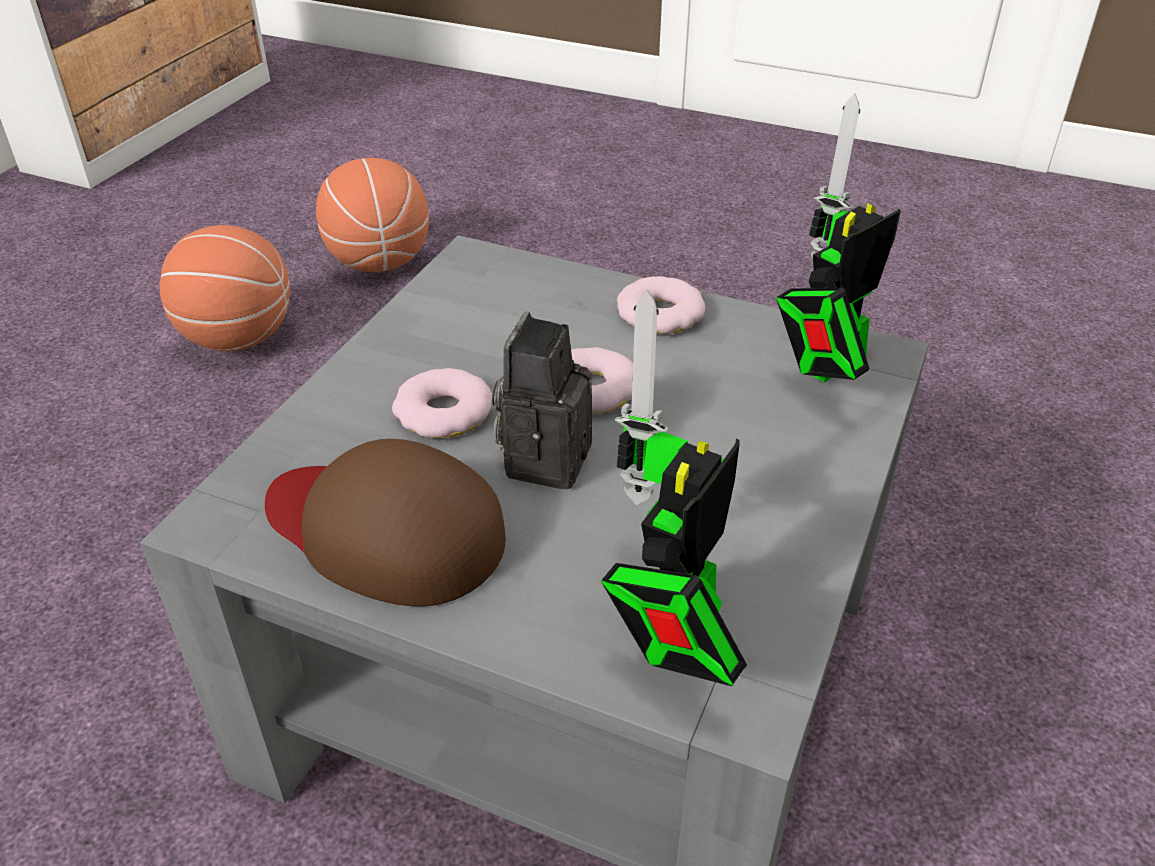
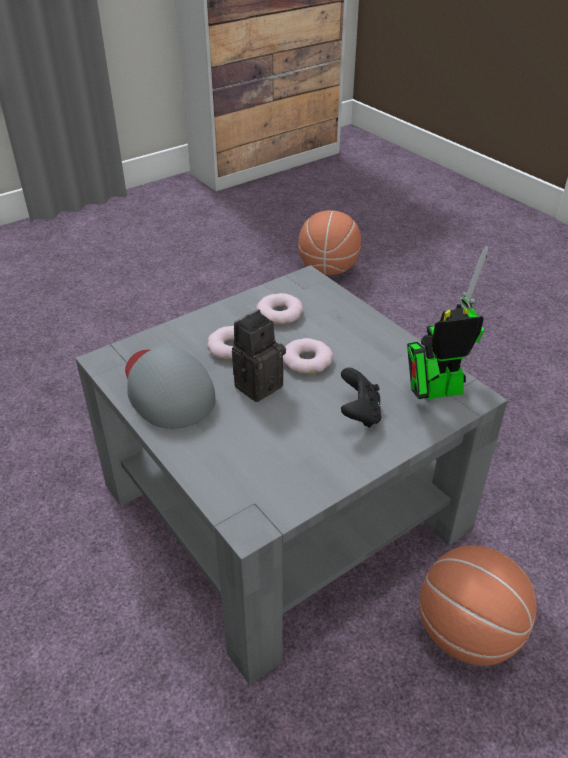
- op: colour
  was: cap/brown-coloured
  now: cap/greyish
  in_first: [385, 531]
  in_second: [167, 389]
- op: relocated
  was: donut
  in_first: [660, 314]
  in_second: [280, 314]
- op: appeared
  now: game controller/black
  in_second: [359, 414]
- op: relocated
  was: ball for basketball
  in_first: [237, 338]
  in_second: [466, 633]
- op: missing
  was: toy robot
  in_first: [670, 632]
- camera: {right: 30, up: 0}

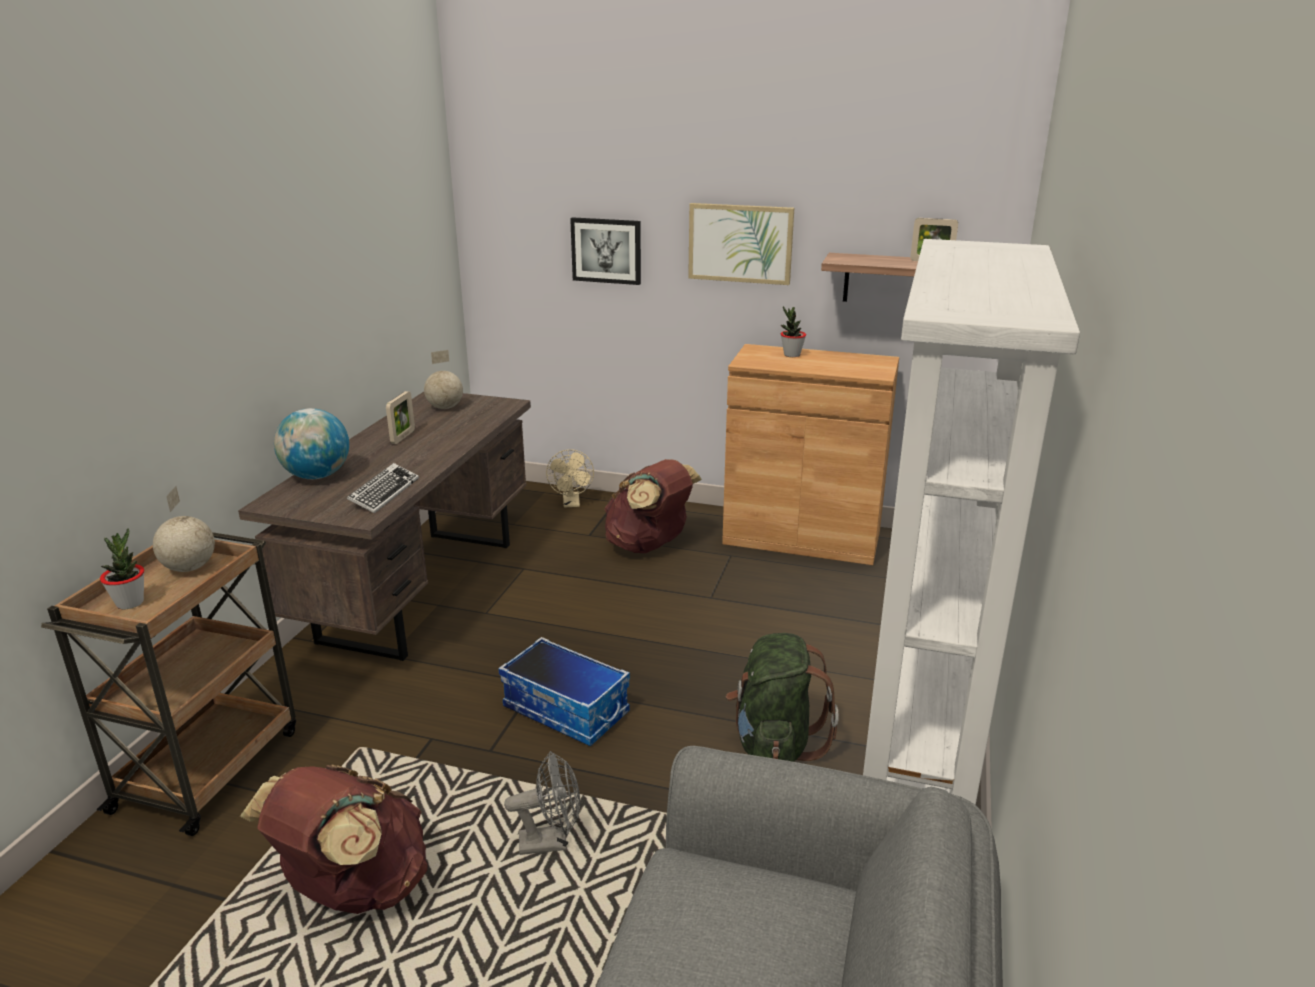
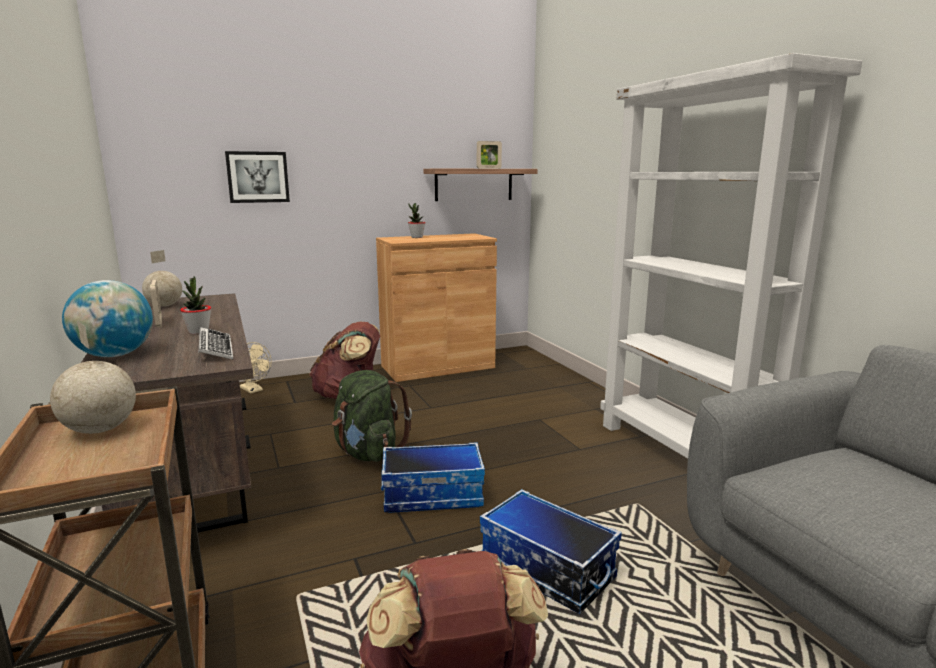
- op: relocated
  was: houseplant
  in_first: [130, 603]
  in_second: [198, 332]
- op: relocated
  was: rucksack/green-coloured
  in_first: [774, 744]
  in_second: [368, 453]
- op: exchanged
  was: cooling fan/greyish
  now: storage box
  in_first: [551, 842]
  in_second: [545, 570]
- op: missing
  was: wall picture
  in_first: [740, 243]
- camera: {right: -40, up: -10}

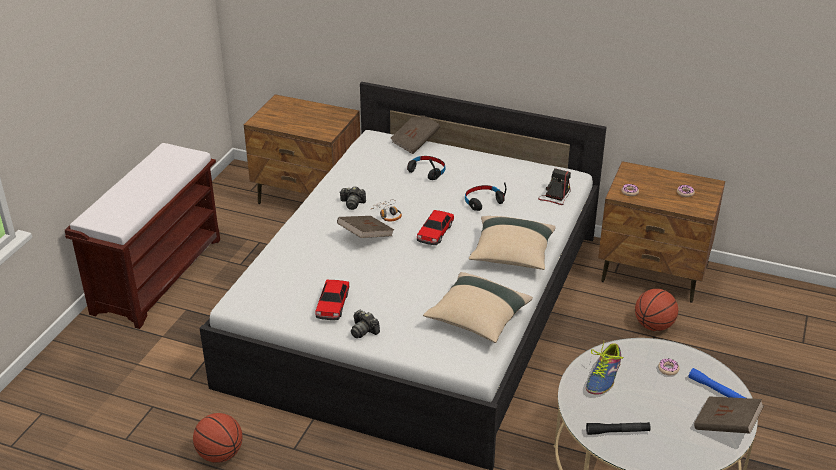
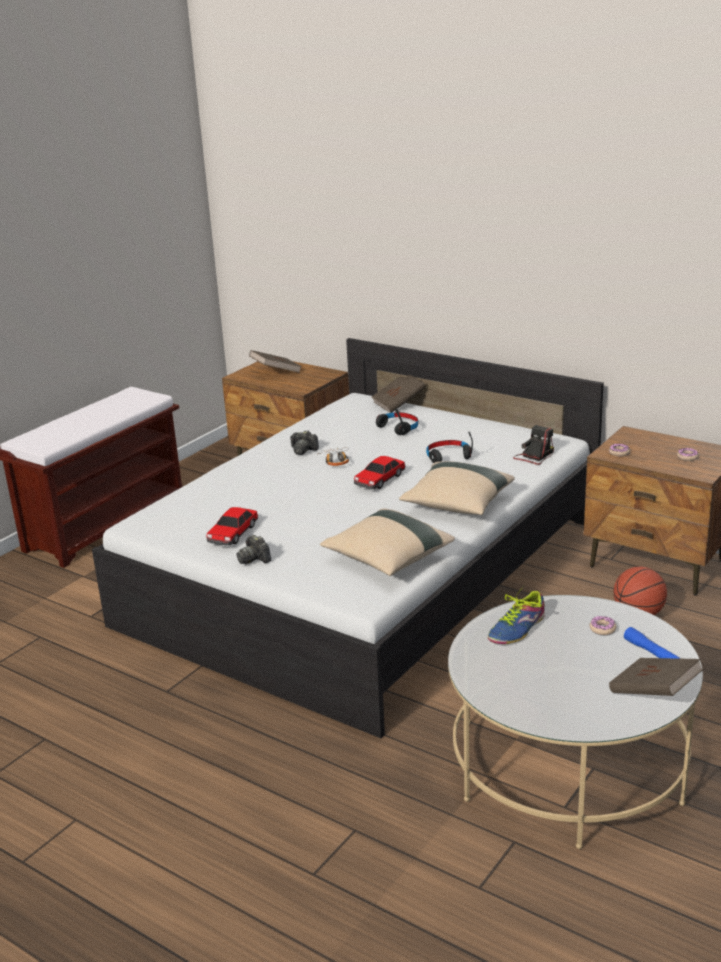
- op: relocated
  was: bound book/brown-coloured
  in_first: [365, 236]
  in_second: [276, 372]
- op: missing
  was: ball for basketball
  in_first: [220, 454]
- op: missing
  was: torch/black
  in_first: [617, 432]
- camera: {right: 15, up: -10}

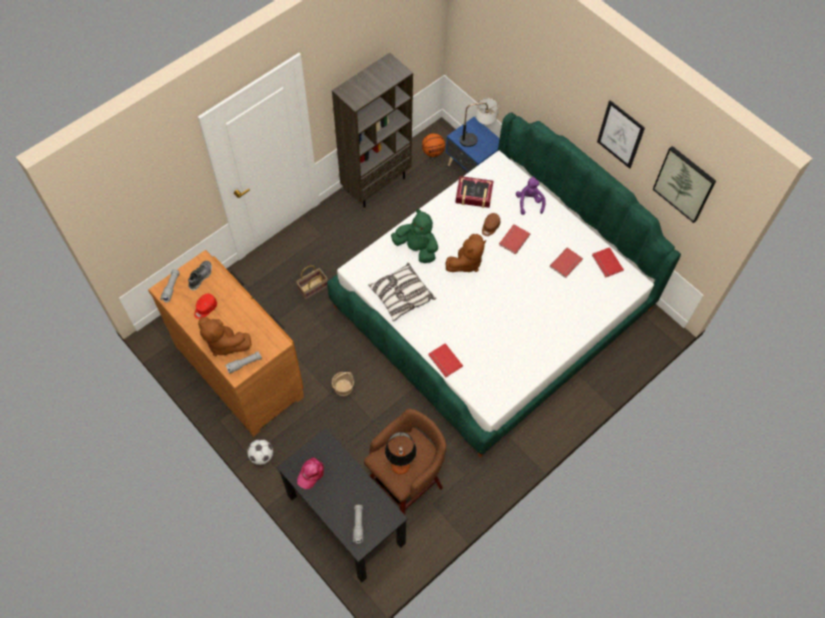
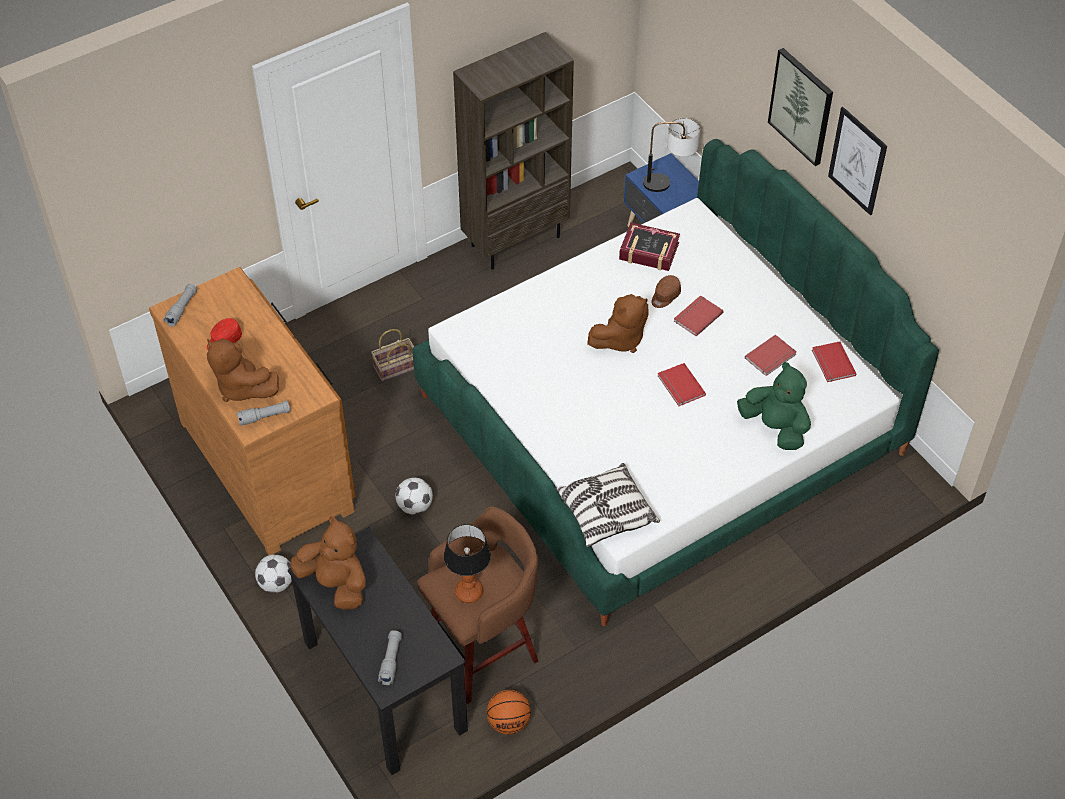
- op: exchanged
  was: cap/pinkish
  now: plush toy/brown-coloured
  in_first: [311, 473]
  in_second: [335, 584]
- op: exchanged
  was: basket
  now: football ball
  in_first: [343, 387]
  in_second: [415, 506]
- op: relocated
  was: ball for basketball
  in_first: [433, 152]
  in_second: [508, 722]
- op: relocated
  was: cushion
  in_first: [401, 296]
  in_second: [606, 513]
- op: relocated
  was: bound book/reddish
  in_first: [444, 361]
  in_second: [680, 386]
- op: relocated
  was: plush toy/green-coloured
  in_first: [417, 248]
  in_second: [775, 427]
- op: relocated
  was: wall picture
  in_first: [684, 184]
  in_second: [802, 106]
- op: missing
  was: shoe
  in_first: [200, 277]
- op: missing
  was: plush toy/purple-coloured
  in_first: [529, 202]
- camera: {right: 10, up: -10}

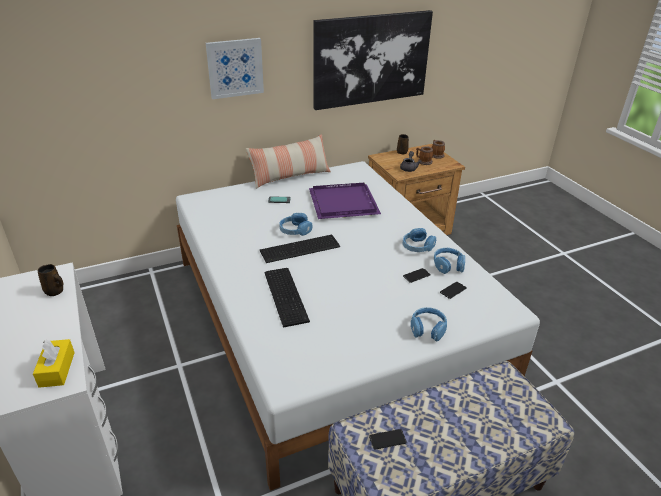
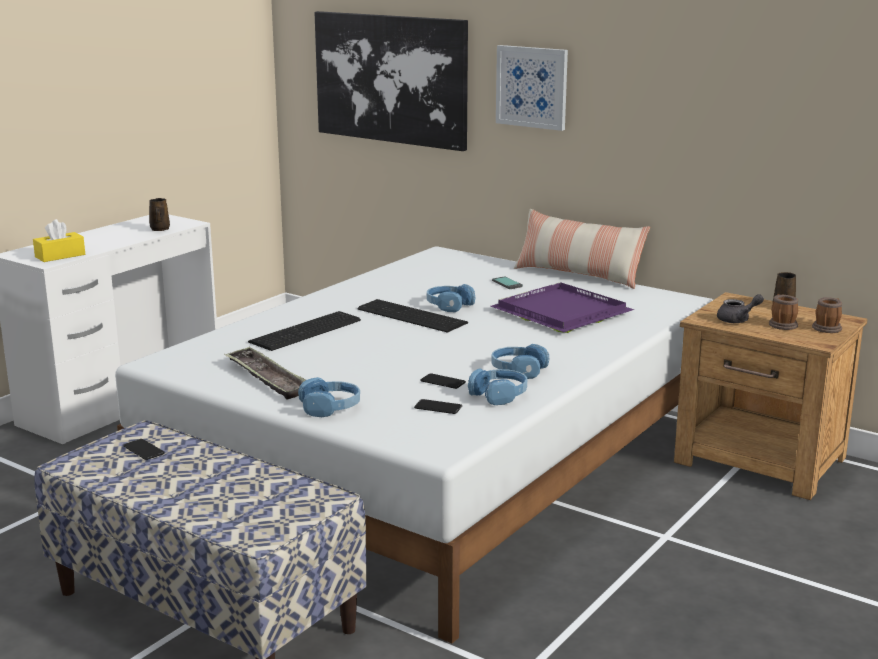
- op: appeared
  now: carrying tray
  in_second: [267, 378]
- op: relocated
  was: wall picture
  in_first: [371, 59]
  in_second: [391, 79]
- camera: {right: 60, up: -15}

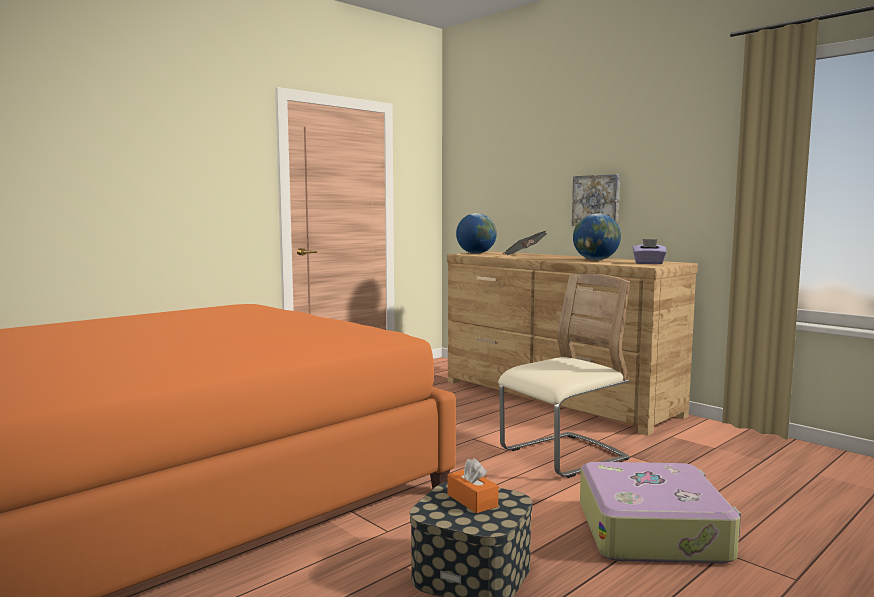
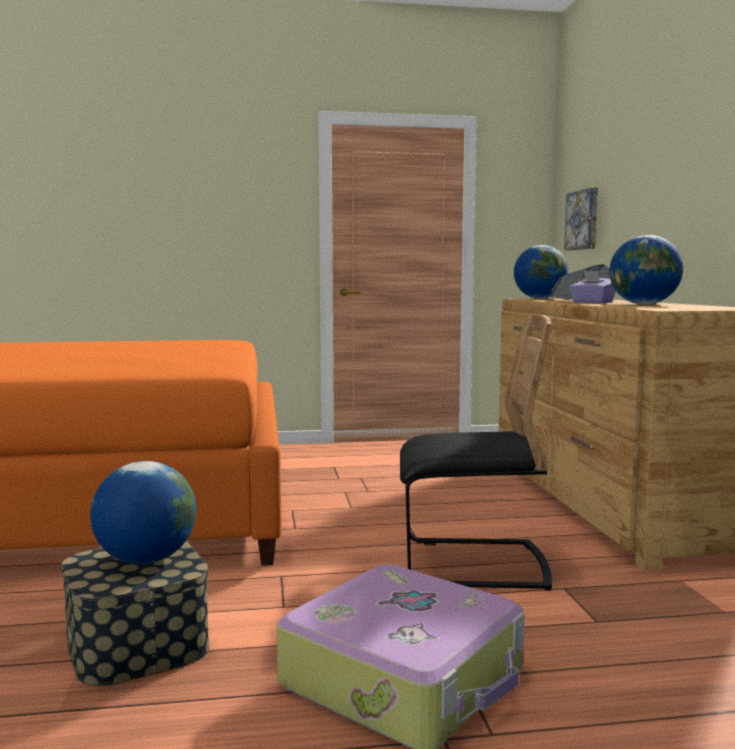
- op: exchanged
  was: tissue box/orangey
  now: desk globe
  in_first: [472, 500]
  in_second: [146, 560]
- op: colour
  was: chair/beige-coloured
  now: chair/black
  in_first: [563, 456]
  in_second: [472, 565]
- op: relocated
  was: wall picture
  in_first: [596, 201]
  in_second: [583, 220]
- op: relocated
  was: tissue box/purple-coloured
  in_first: [648, 263]
  in_second: [592, 302]
- camera: {right: 35, up: 0}

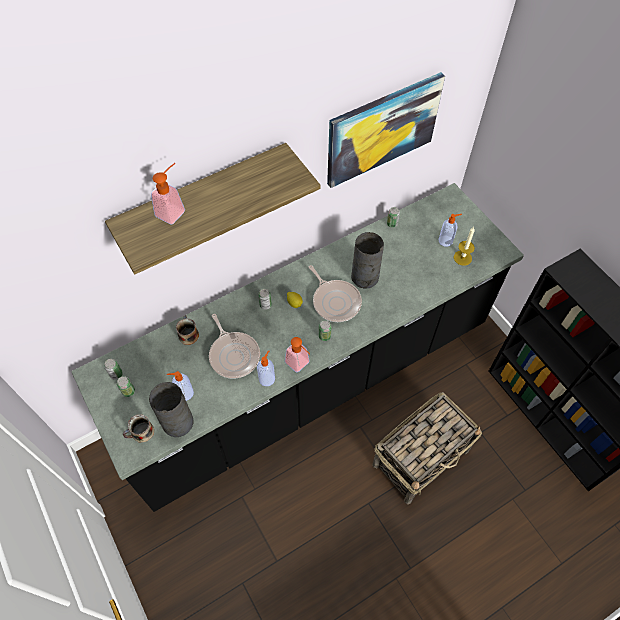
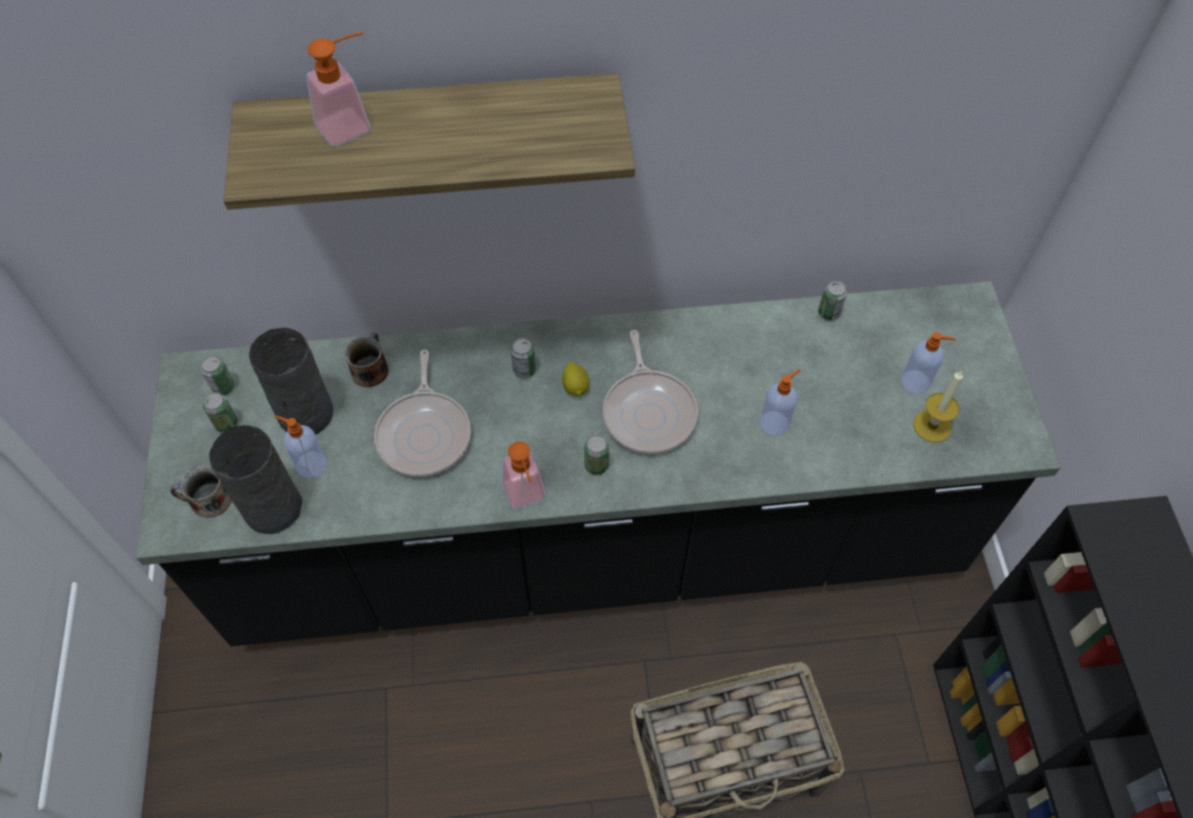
- op: relocated
  was: vase/greyish
  in_first: [364, 278]
  in_second: [304, 415]
- op: relocated
  was: soap bottle
  in_first: [267, 378]
  in_second: [775, 423]
- op: missing
  was: wall picture
  in_first: [382, 129]
- camera: {right: 25, up: 0}

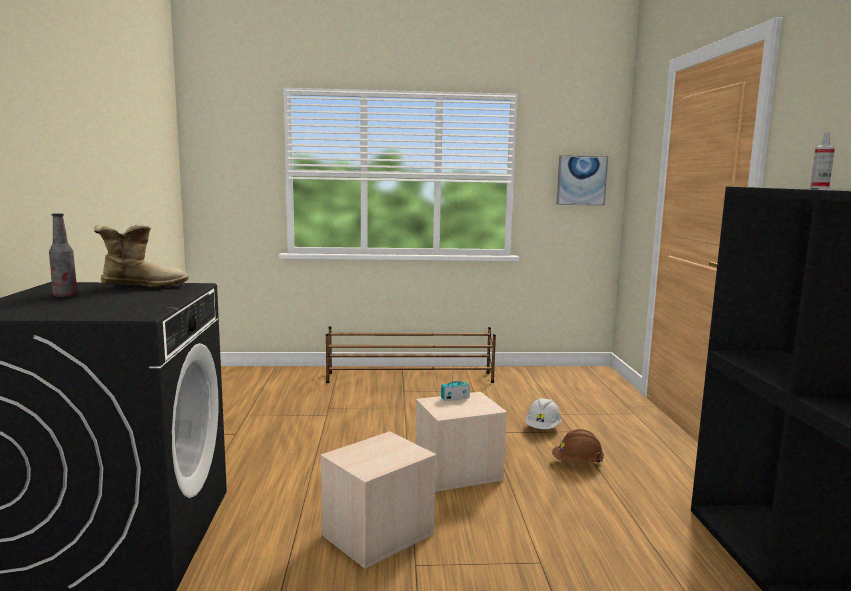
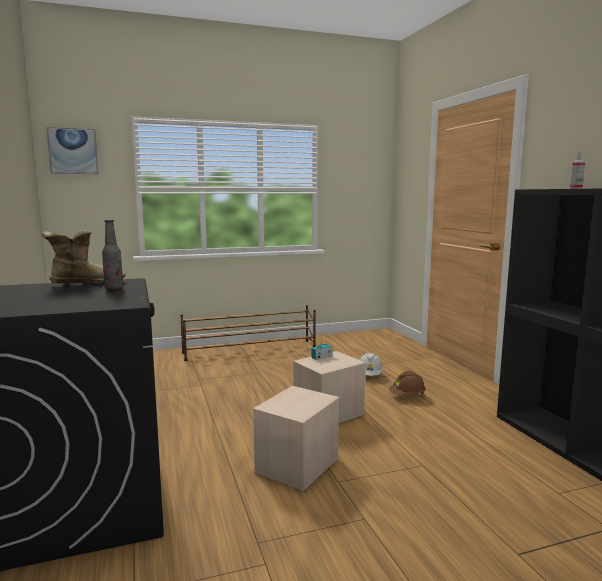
- op: relocated
  was: wall picture
  in_first: [581, 180]
  in_second: [73, 151]
- op: relocated
  was: drink bottle
  in_first: [65, 296]
  in_second: [114, 288]
- camera: {right: -15, up: 0}

